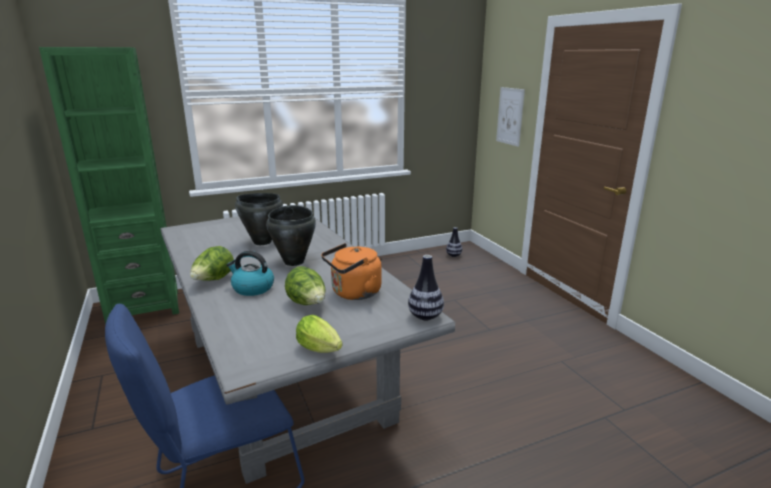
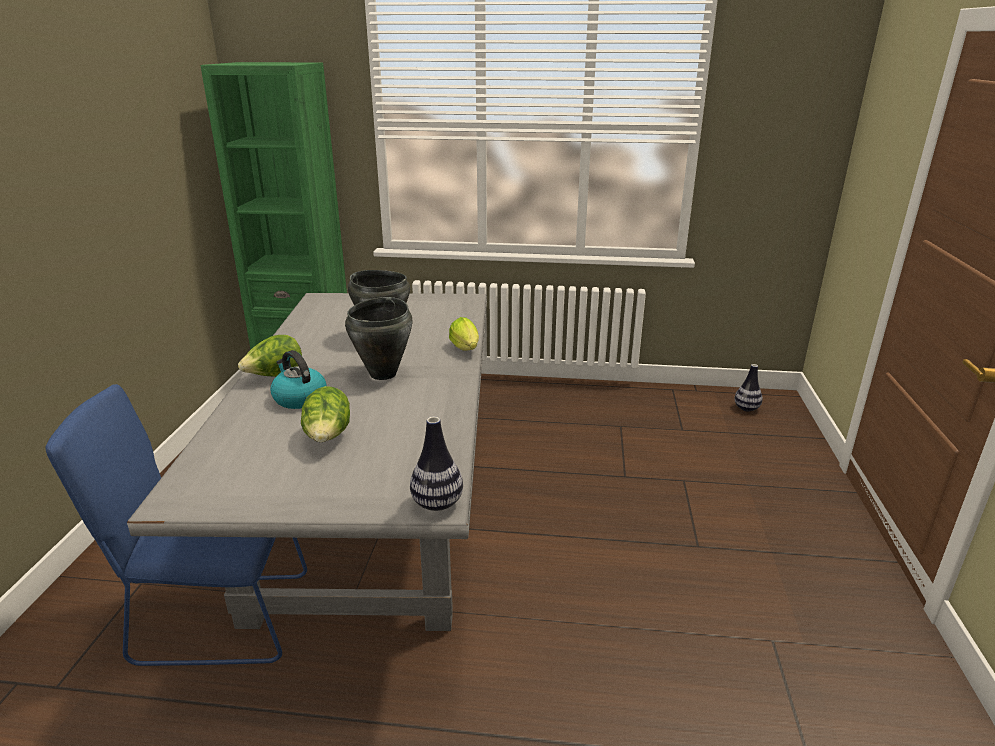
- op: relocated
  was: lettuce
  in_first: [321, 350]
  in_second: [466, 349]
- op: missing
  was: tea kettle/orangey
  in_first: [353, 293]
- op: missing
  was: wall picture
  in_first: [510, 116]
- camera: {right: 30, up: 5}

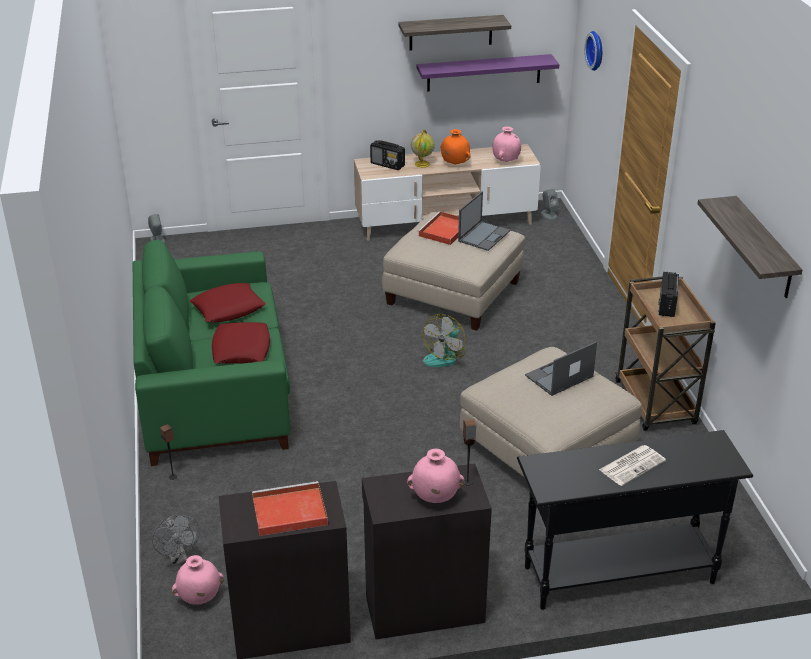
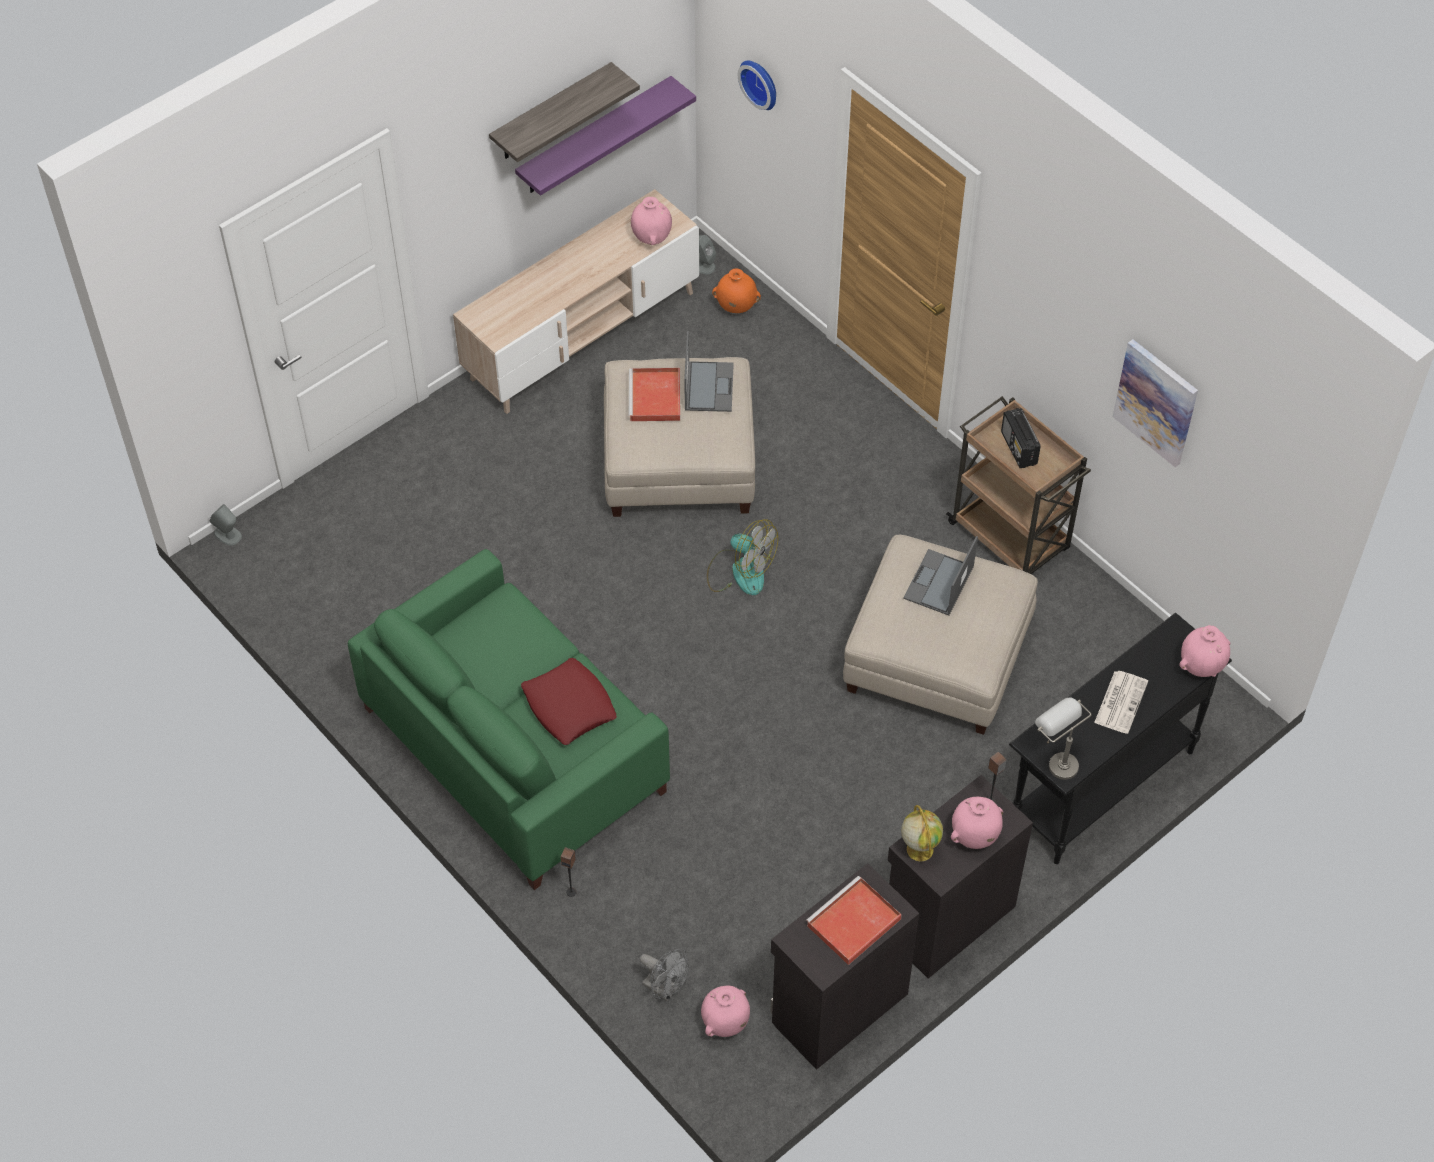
- op: spun
  was: cooling fan
  in_first: [445, 356]
  in_second: [740, 571]
  clockwise: -60
- op: relocated
  was: vase/orangey
  in_first: [454, 164]
  in_second: [736, 307]
- op: relocated
  was: desk globe
  in_first: [422, 164]
  in_second: [919, 849]
- op: appeared
  now: table lamp/greyish
  in_second: [1055, 760]
- op: exchanged
  was: bracket shelf
  now: wall picture
  in_first: [764, 248]
  in_second: [1156, 402]
- op: appeared
  now: vase/pinkish
  in_second: [1201, 666]
- op: missing
  was: cushion/reddish
  in_first: [228, 308]
- op: missing
  was: radio receiver
  in_first: [387, 165]
- camera: {right: -30, up: 20}

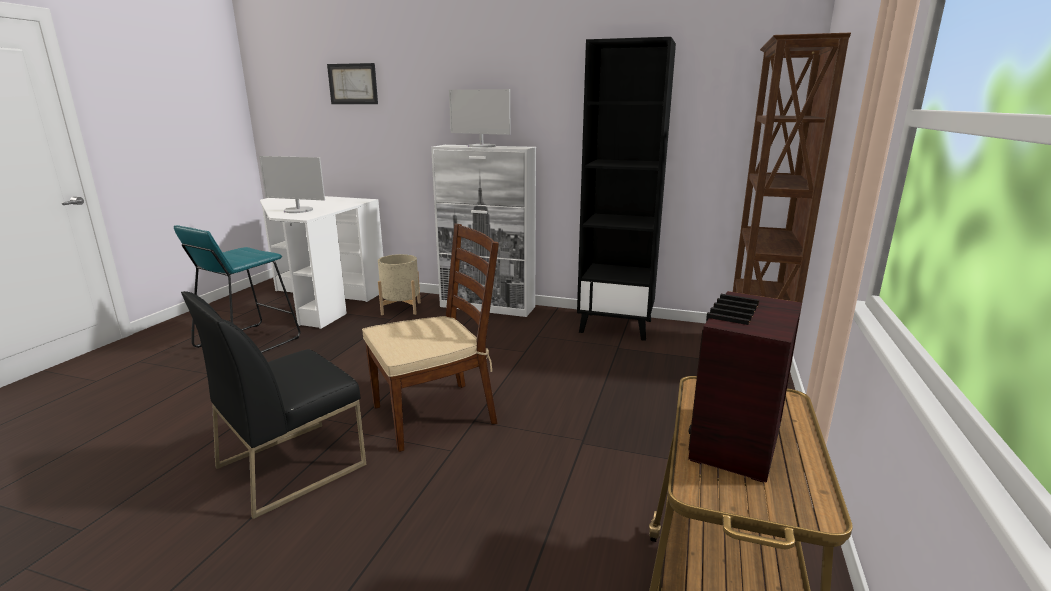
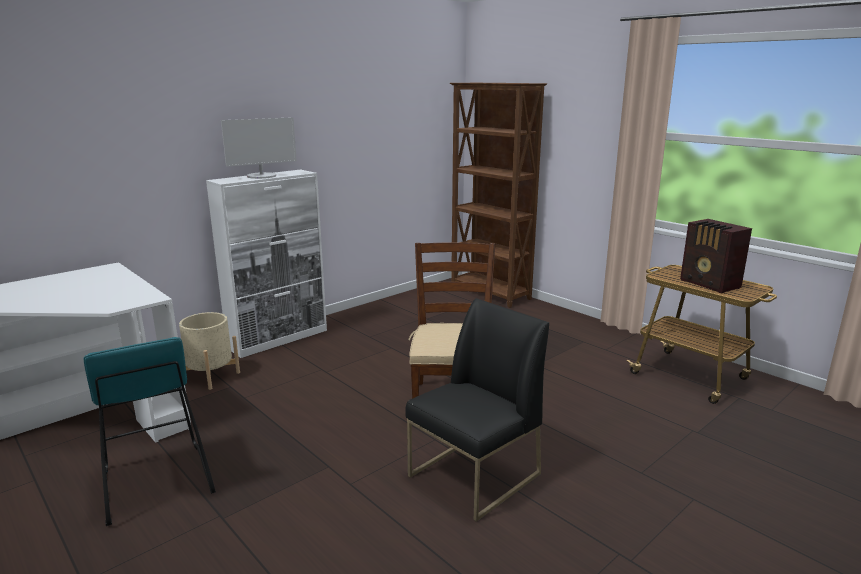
- op: spun
  was: chair/black
  in_first: [292, 465]
  in_second: [474, 476]
  clockwise: -120
- op: missing
  was: computer display
  in_first: [298, 210]
- op: missing
  was: wall picture
  in_first: [353, 84]
- op: missing
  was: bookcase/black
  in_first: [616, 326]
- camera: {right: -60, up: 0}

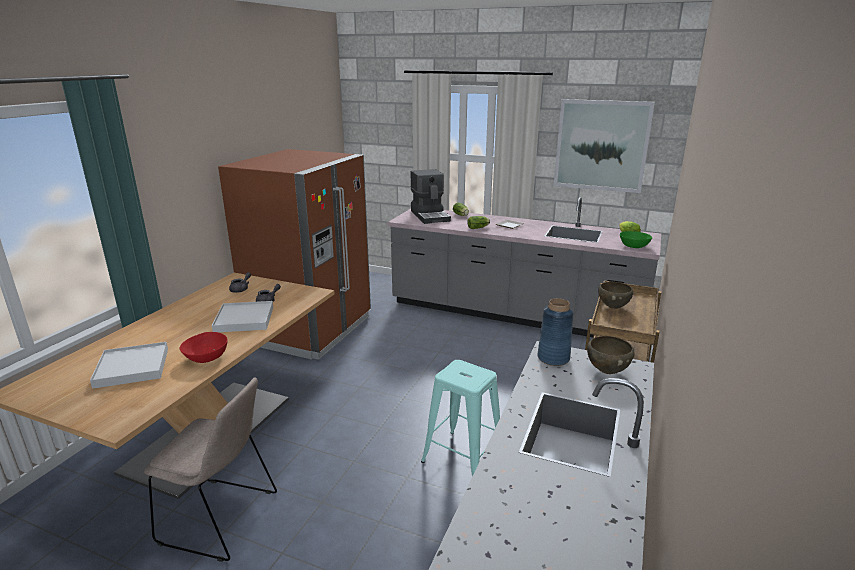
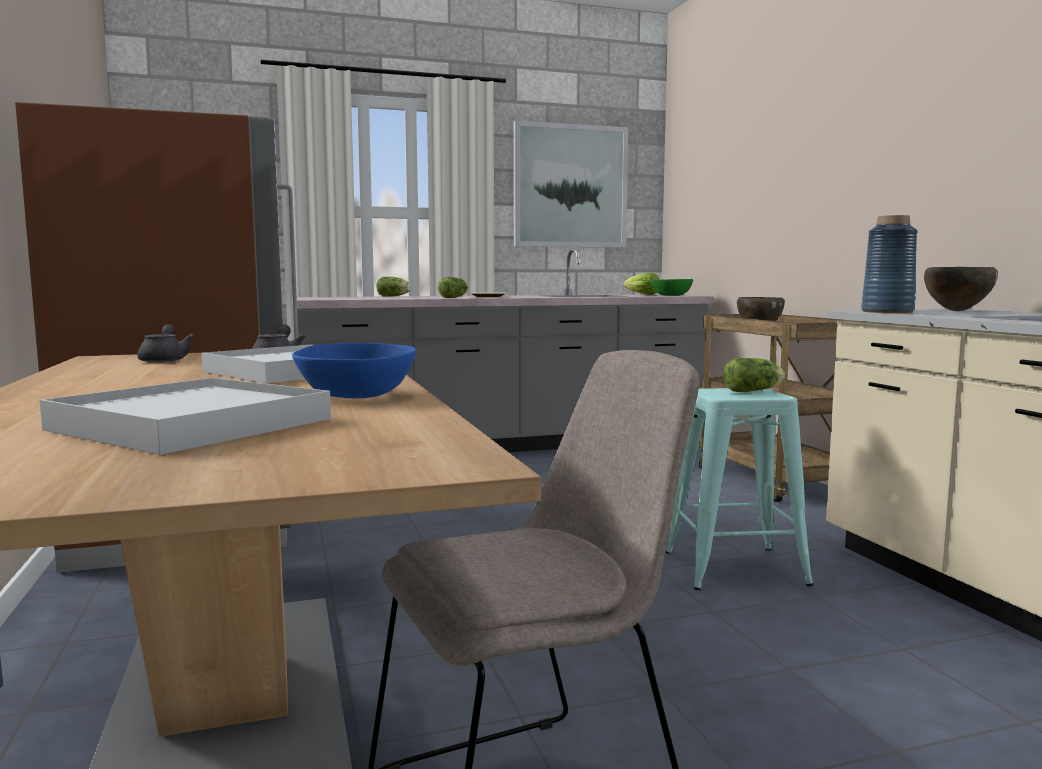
- op: colour
  was: deep dish/reddish
  now: deep dish/blue-coloured
  in_first: [206, 357]
  in_second: [357, 396]
- op: appeared
  now: lettuce
  in_second: [754, 391]
- op: missing
  was: coffee maker
  in_first: [430, 216]
- camera: {right: -40, up: -15}

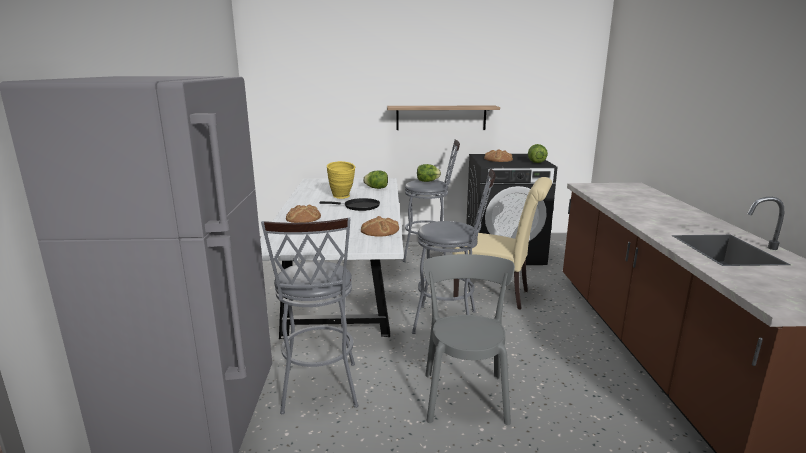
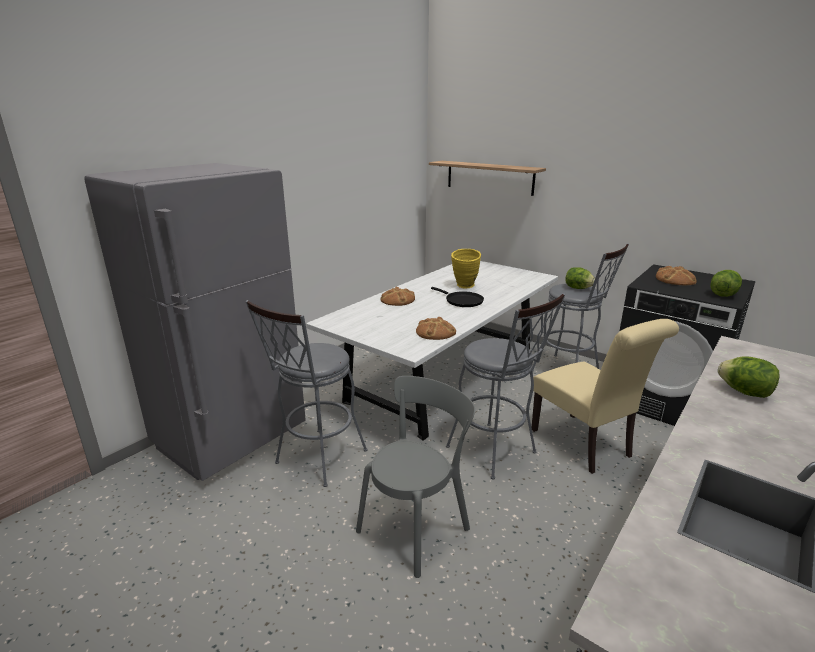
- op: relocated
  was: bracket shelf
  in_first: [441, 117]
  in_second: [489, 177]
- op: relocated
  was: lettuce
  in_first: [376, 188]
  in_second: [744, 392]
- camera: {right: 40, up: 5}

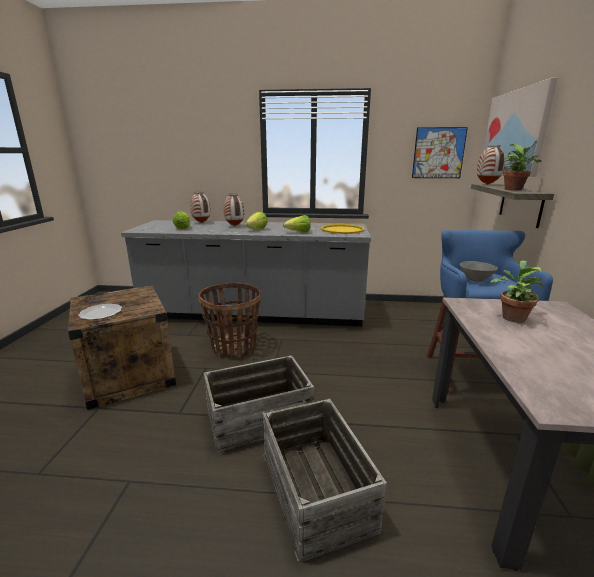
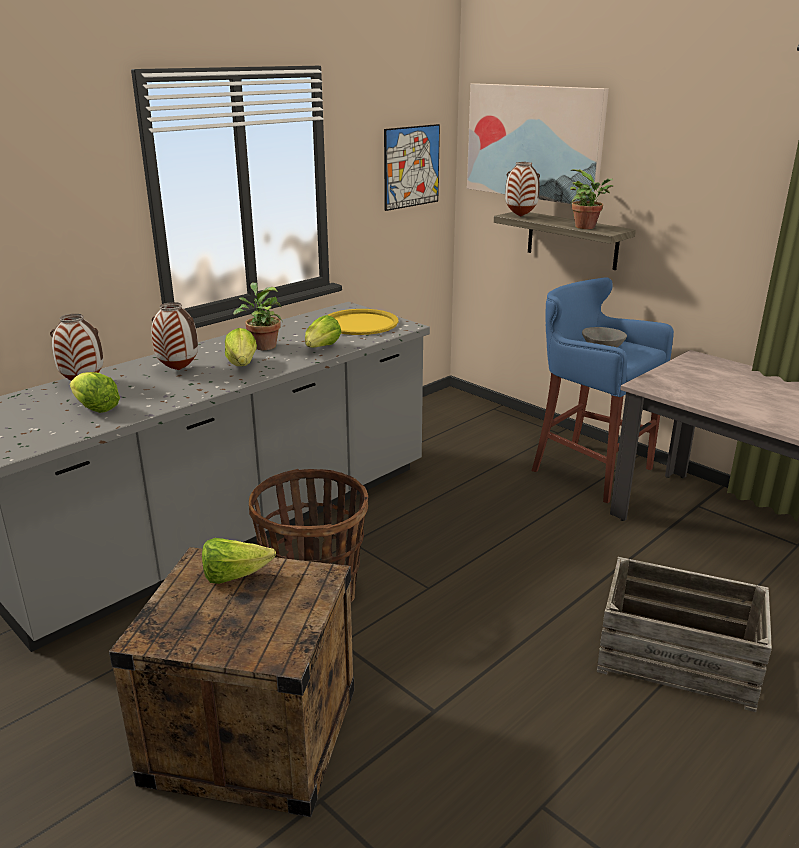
- op: appeared
  now: lettuce
  in_second: [234, 576]
- op: relocated
  was: houseplant
  in_first: [512, 317]
  in_second: [262, 345]
- op: missing
  was: dinner plate
  in_first: [100, 313]
- op: missing
  was: shipping crate
  in_first: [258, 419]
- camera: {right: -50, up: 5}

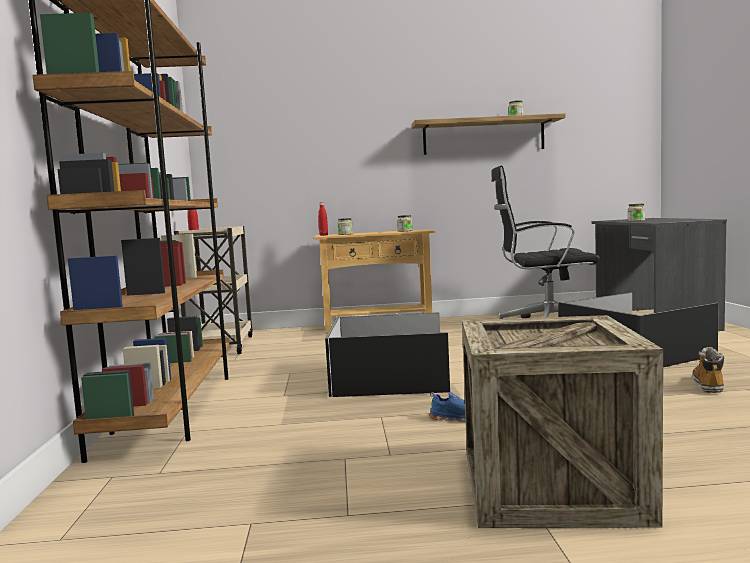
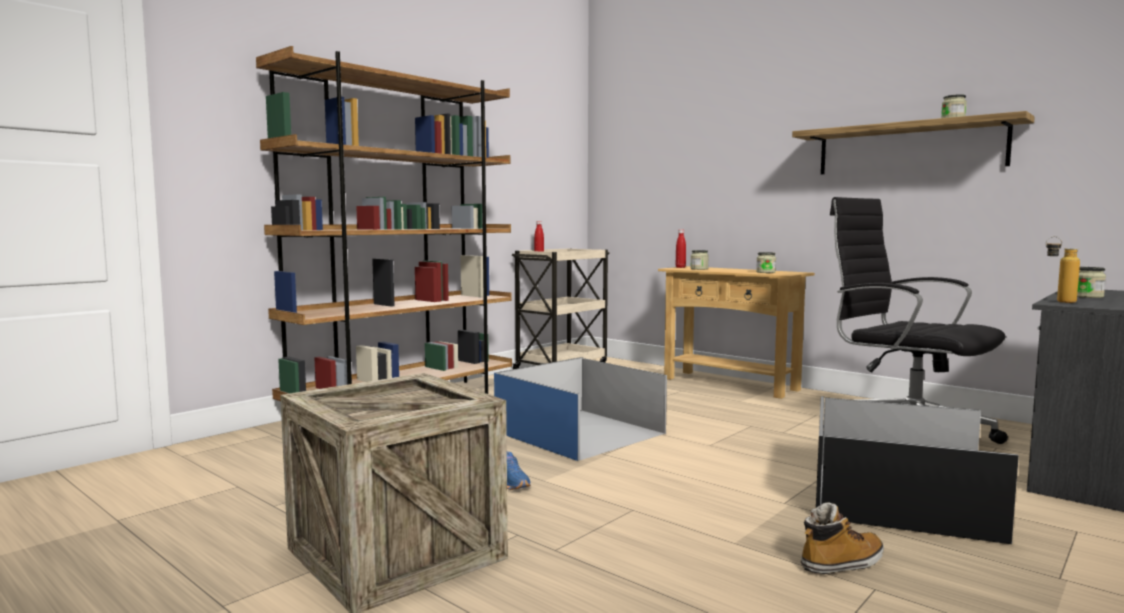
- op: colour
  was: storage box/black
  now: storage box/blue-coloured
  in_first: [390, 378]
  in_second: [578, 433]
- op: appeared
  now: drink bottle
  in_second: [1058, 301]
- camera: {right: 45, up: 0}

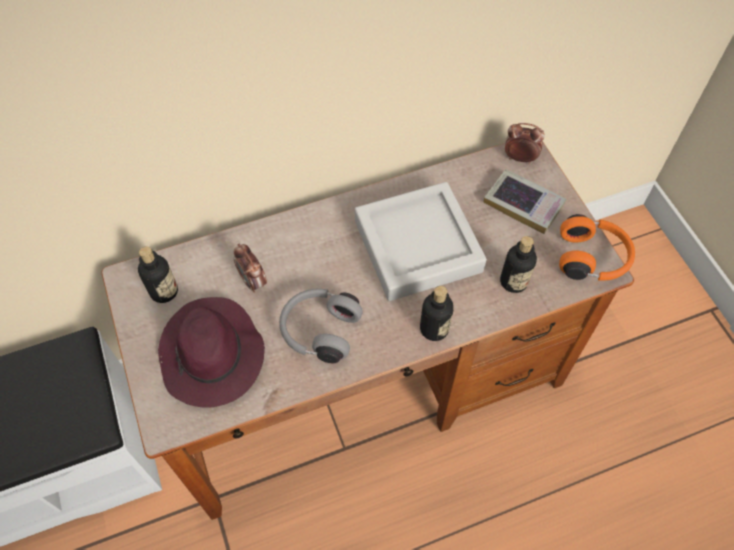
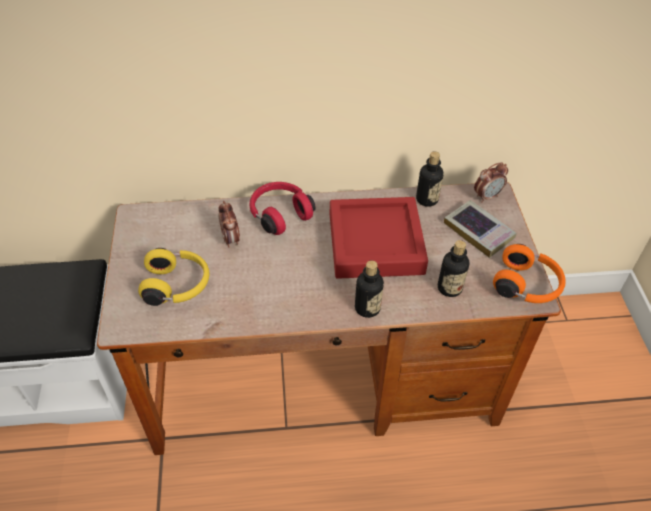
- op: exchanged
  was: hat/purple-coloured
  now: pair of headphones/yellow
  in_first: [212, 356]
  in_second: [177, 285]
- op: appeared
  now: pair of headphones/reddish
  in_second: [279, 214]
- op: colour
  was: carrying tray/greyish
  now: carrying tray/reddish
  in_first: [417, 246]
  in_second: [375, 243]
- op: relocated
  was: drink bottle
  in_first: [164, 291]
  in_second: [427, 199]
- op: spun
  was: alarm clock
  in_first: [519, 158]
  in_second: [487, 196]
  clockwise: 120
- op: missing
  was: pair of headphones/greyish
  in_first: [319, 330]
- camera: {right: 15, up: -10}

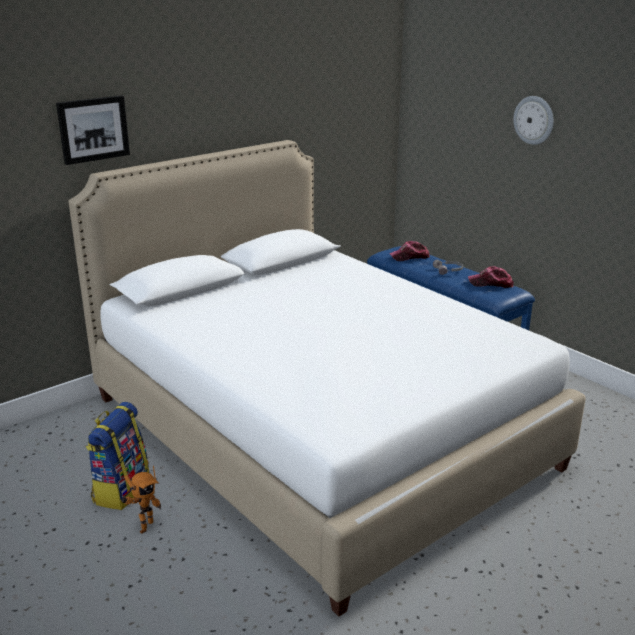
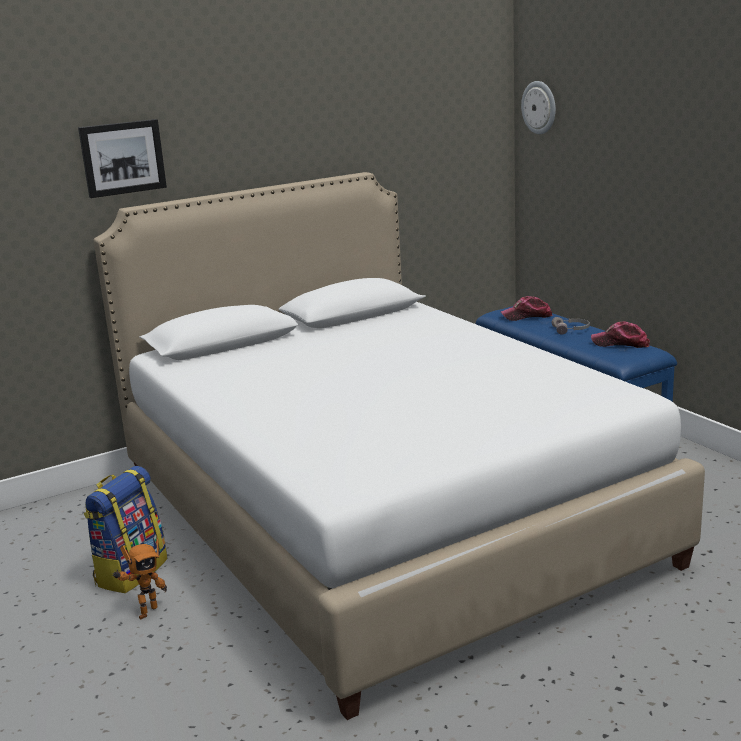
- op: relocated
  was: wall clock
  in_first: [534, 120]
  in_second: [539, 107]
- camera: {right: 10, up: -5}

